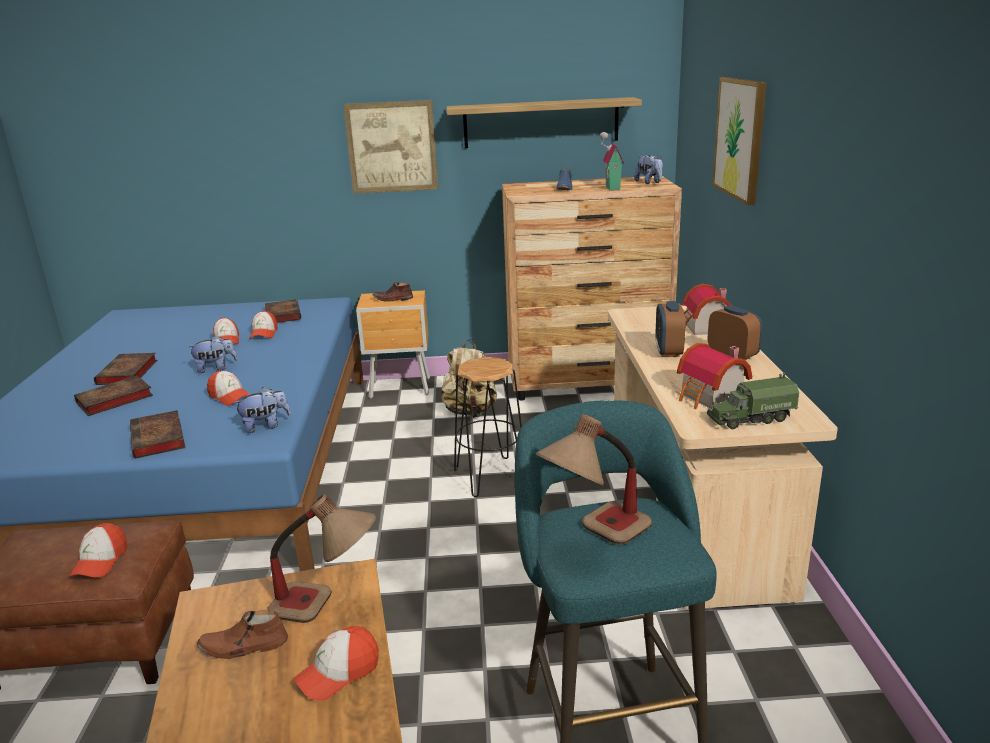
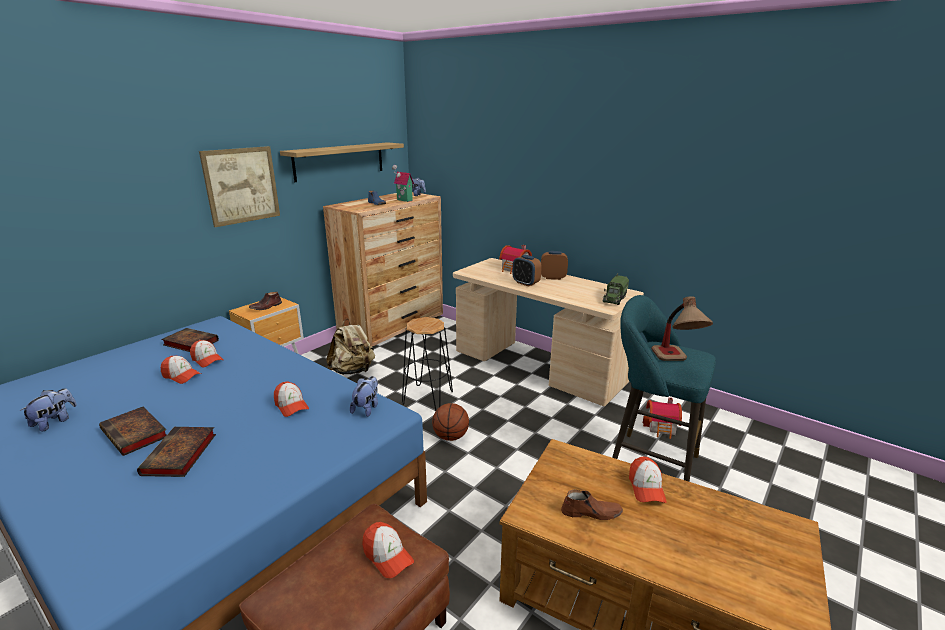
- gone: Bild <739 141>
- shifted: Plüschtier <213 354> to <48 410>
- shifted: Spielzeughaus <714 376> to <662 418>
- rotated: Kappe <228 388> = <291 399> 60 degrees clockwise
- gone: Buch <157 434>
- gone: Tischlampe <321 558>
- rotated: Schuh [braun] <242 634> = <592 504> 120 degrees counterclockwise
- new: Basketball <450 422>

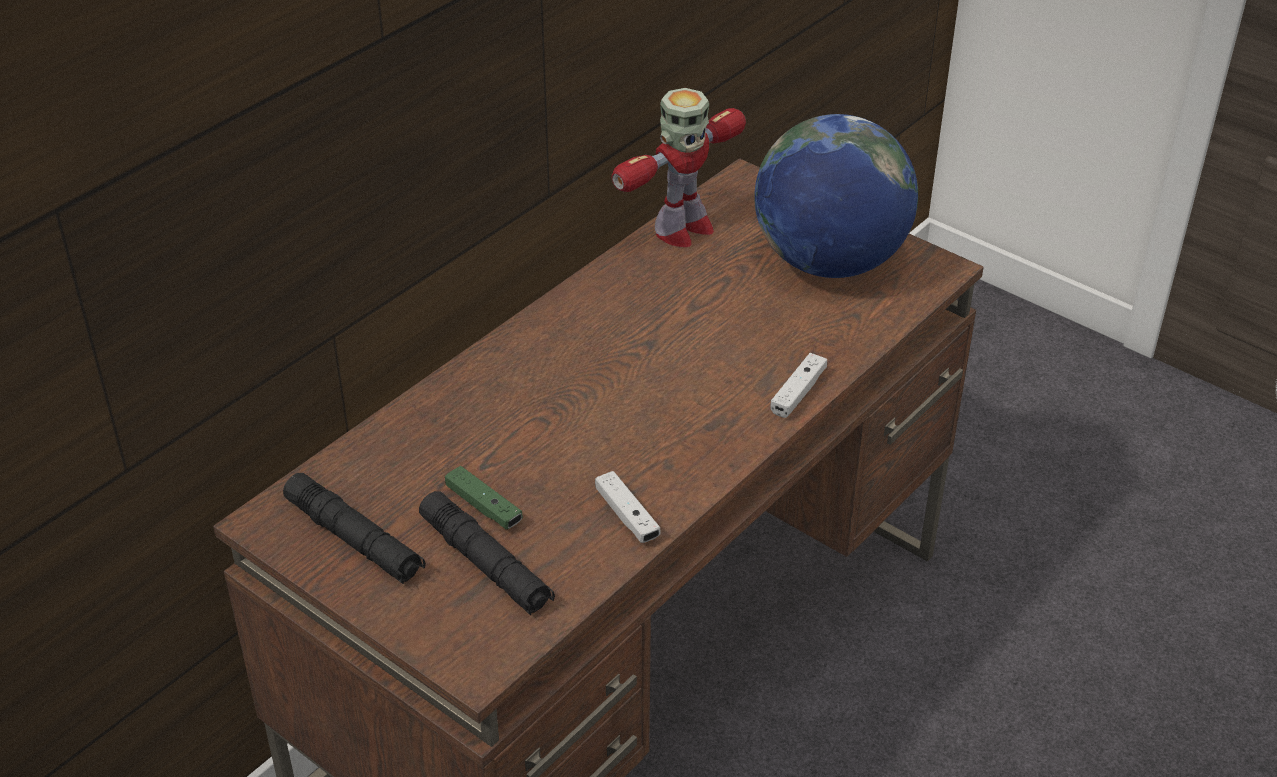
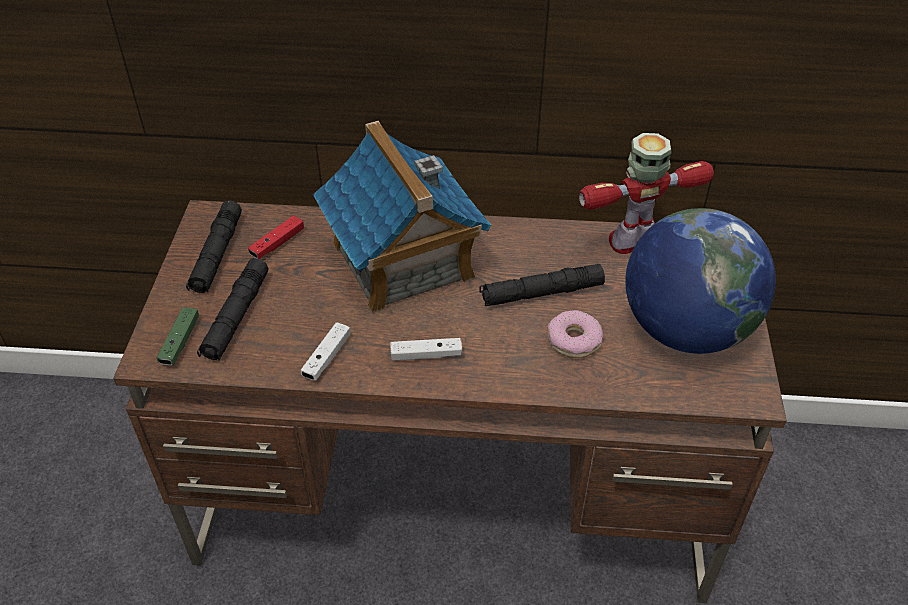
- rotated: Spielzeugroboter <679 167> = <646 193> 150 degrees clockwise
- shifted: Gamepad [weiß] <799 385> to <426 349>
- shifted: Gamepad [grün] <484 497> to <178 336>
- new: Spielzeughaus <402 217>
- new: Gamepad [rot] <276 237>
- new: Taschenlampe [schwarz] <542 285>
- new: Donut <575 334>

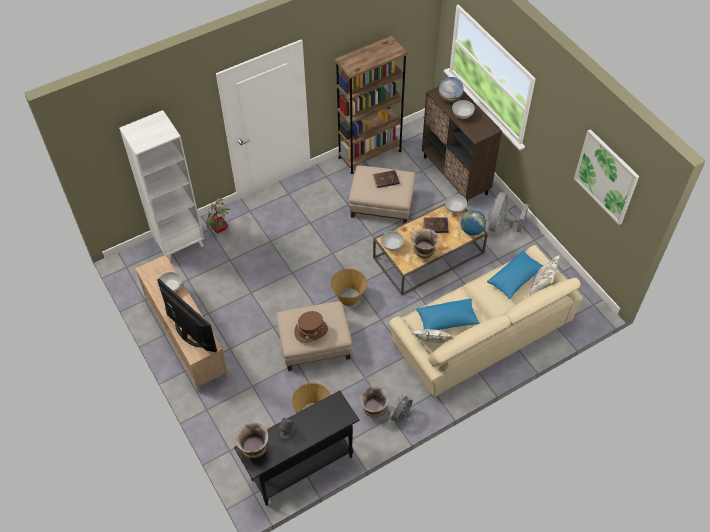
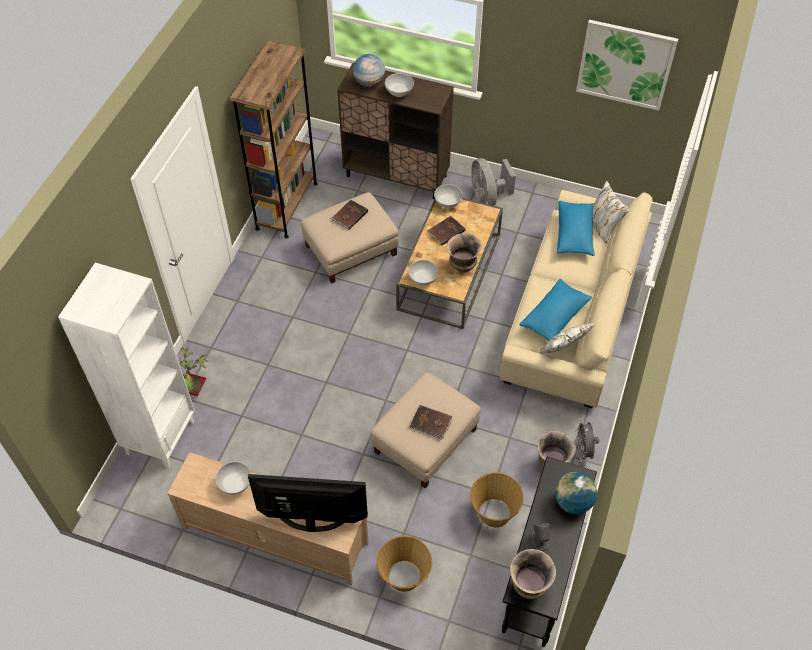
- shifted: Globus <473 223> to <576 493>
- shifted: Korb <349 287> to <404 564>
- swapped: Hut [braun] <311 327> to Buch [braun] <430 422>

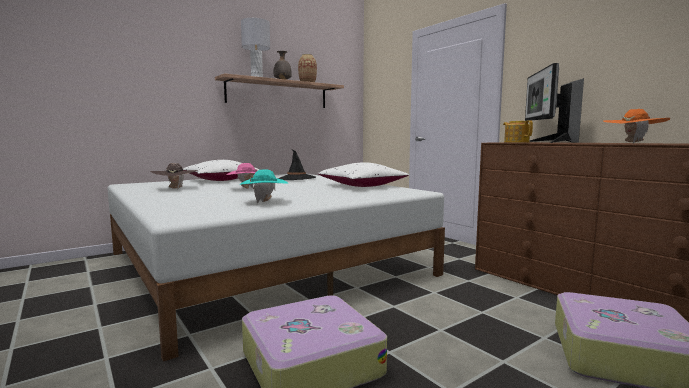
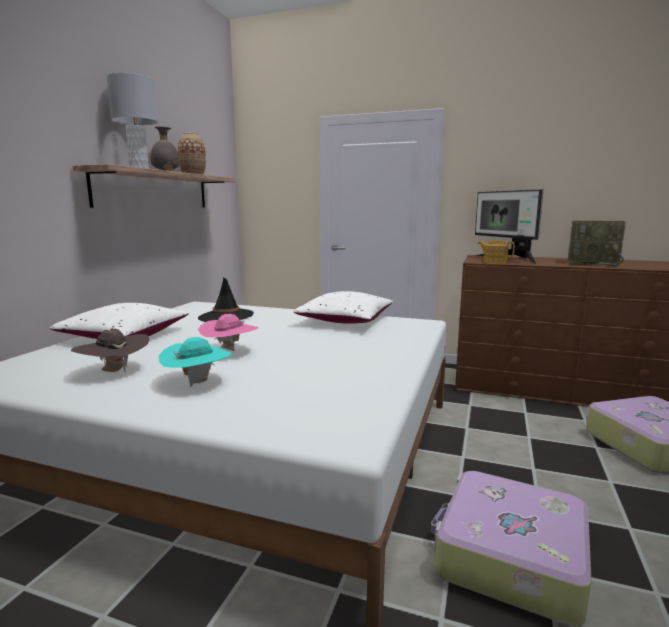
- swapped: Hut [orange] <637 126> to Radio <597 243>
- shifted: Hut [türkis] <264 186> to <195 362>

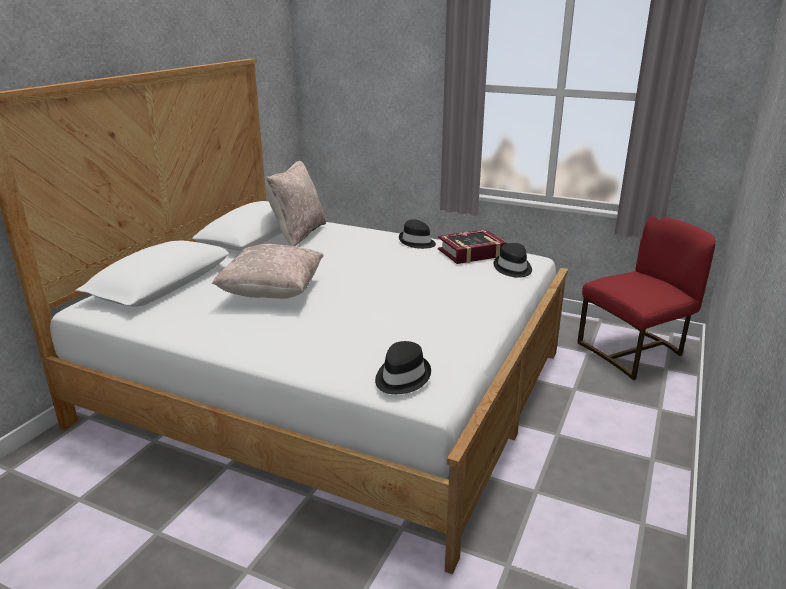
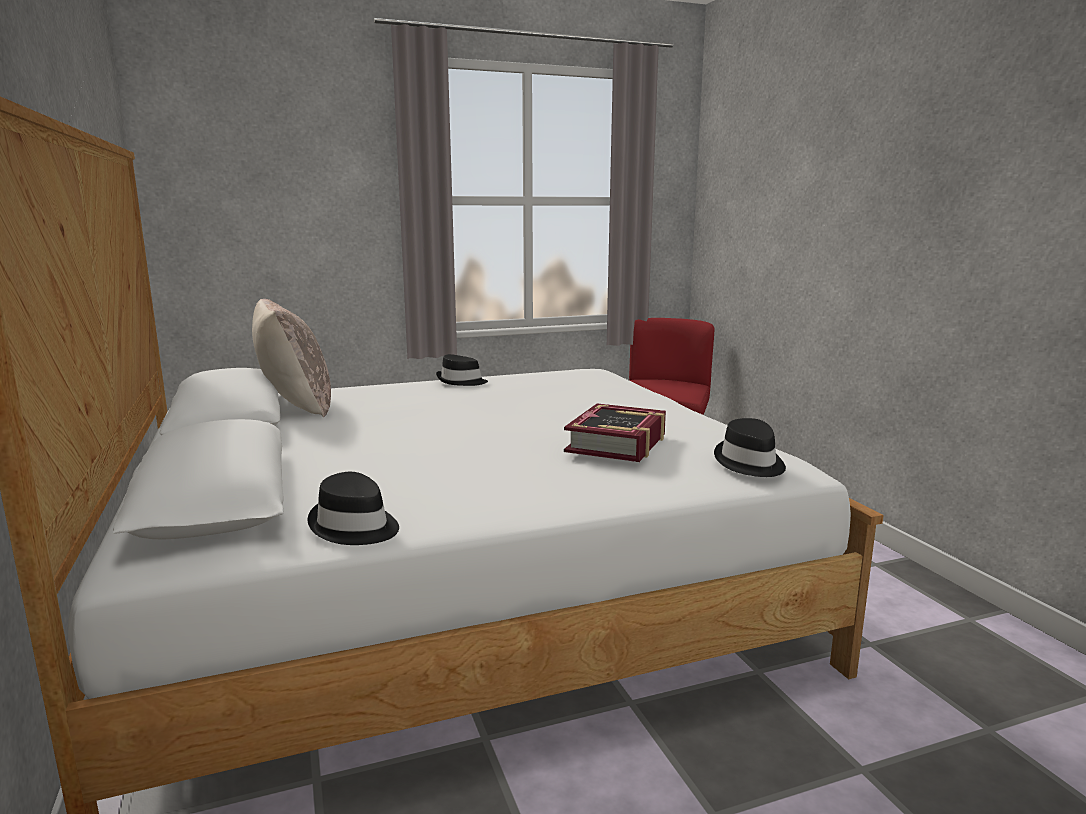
- shifted: Buch <472 246> to <615 432>
- shifted: Hut [schwarz] <513 260> to <353 508>
- gone: Kissen [beige] <268 271>

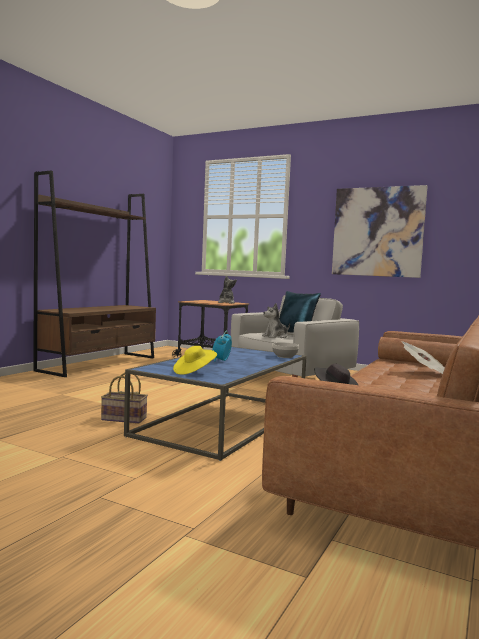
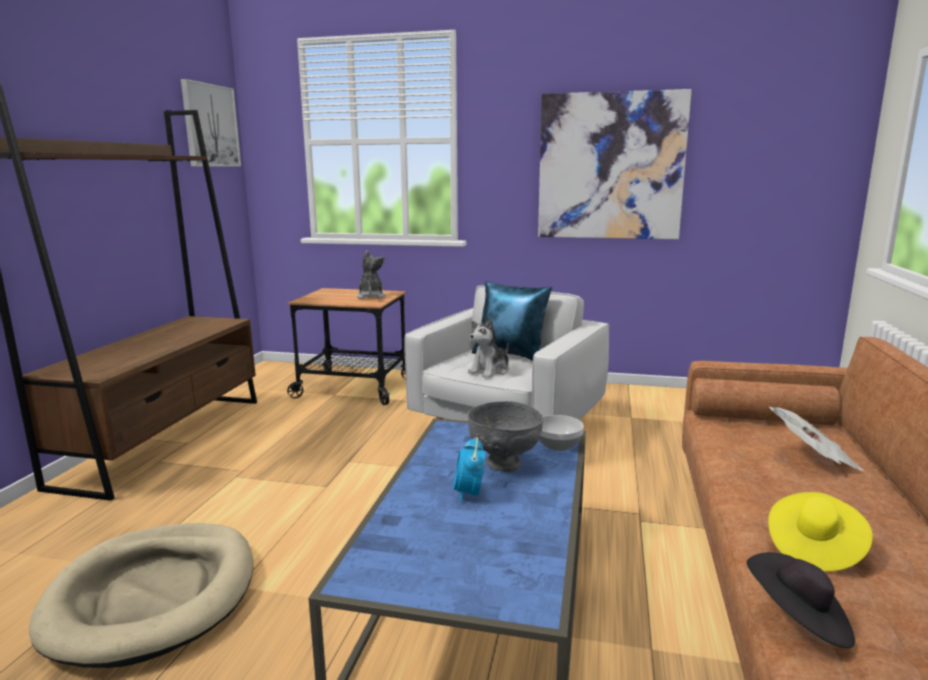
- shifted: Hut [gelb] <195 360> to <820 532>
- gone: Korb <124 398>
- new: Bild <211 122>
- new: Schüssel [grau] <505 436>
- new: Hundebett [beige] <141 595>

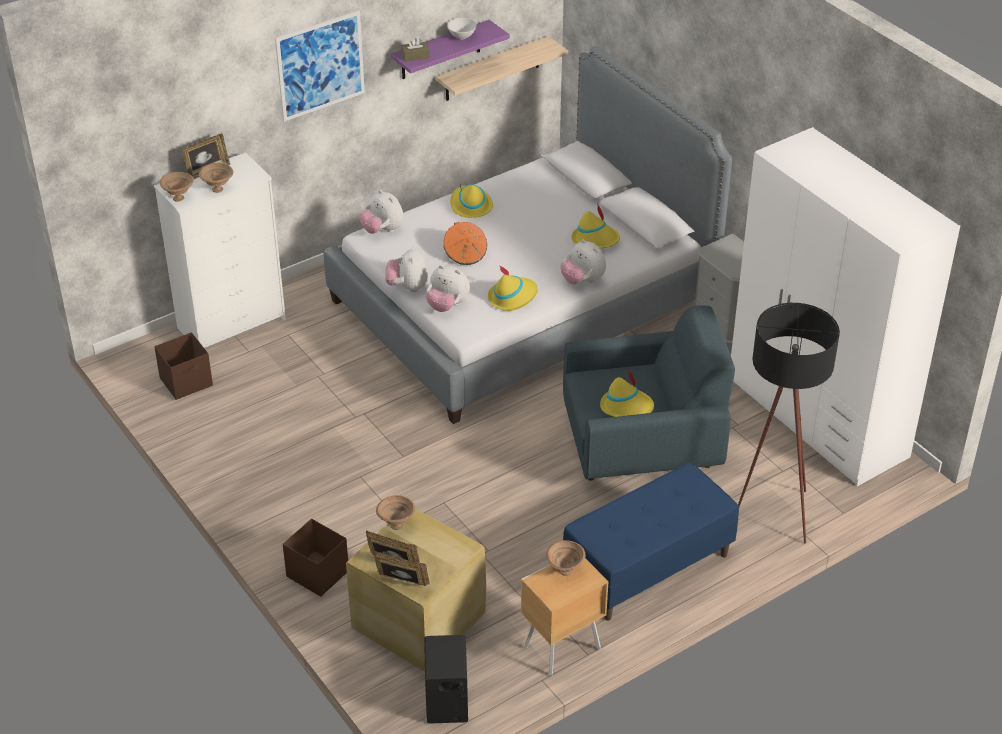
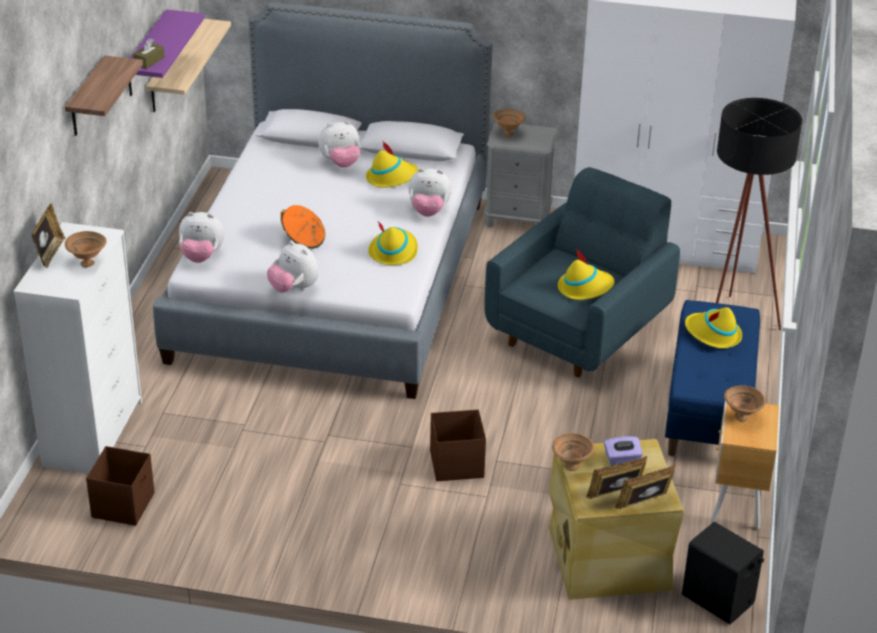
- swapped: Bild <320 66> to Wandregal <104 96>
- gone: Schüssel [weiß] <462 28>
- shifted: Schüssel [braun] <177 187> to <509 123>
- shifted: Hut [gelb] <471 201> to <713 327>
- shifted: Plüschtier <448 288> to <339 144>
- shifted: Aufbewahrungsbox [braun] <315 558> to <458 445>
- new: Taschentuchbox [lila] <623 451>

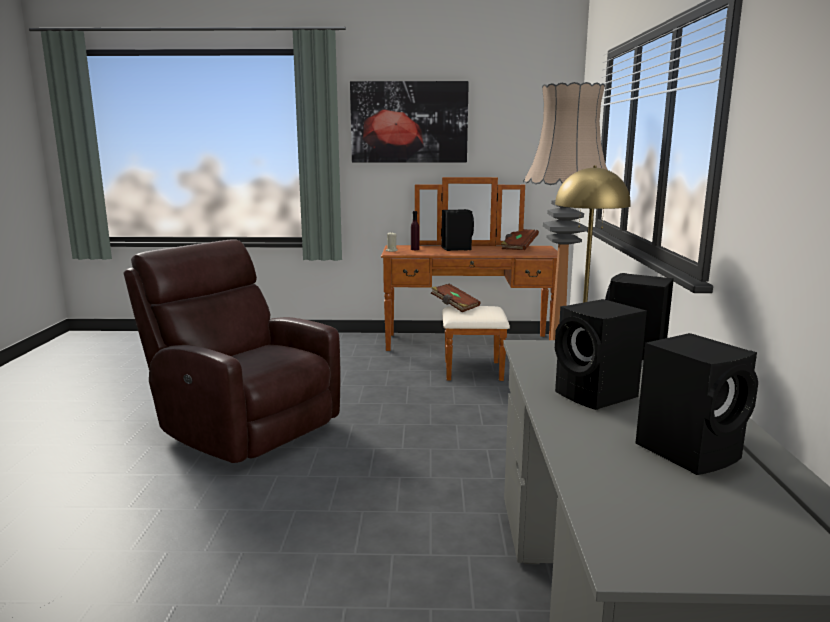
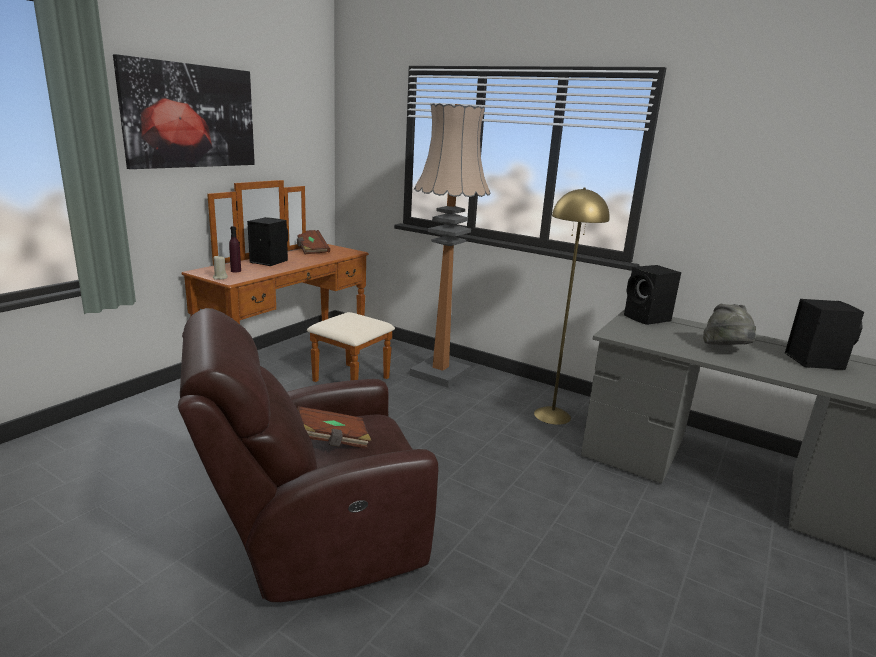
- shifted: Buch [braun] <456 298> to <334 427>
- swapped: Lautsprecher [schwarz] <601 354> to Hut [grau] <729 324>

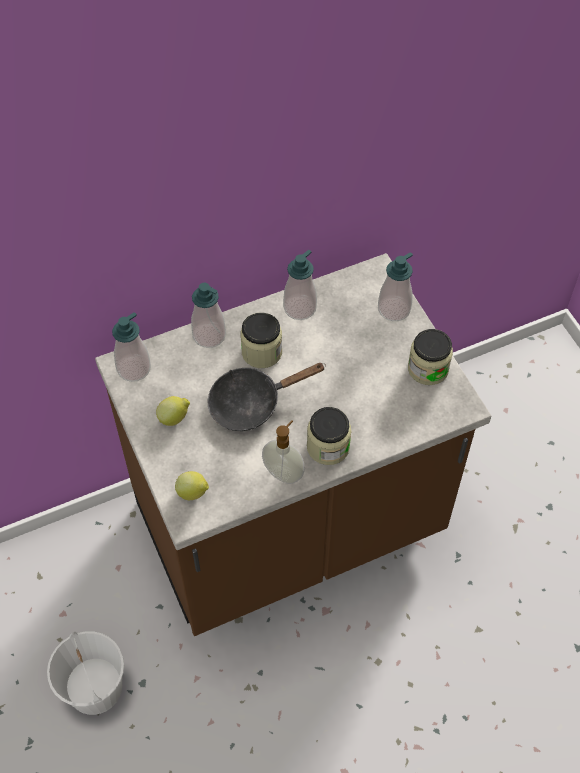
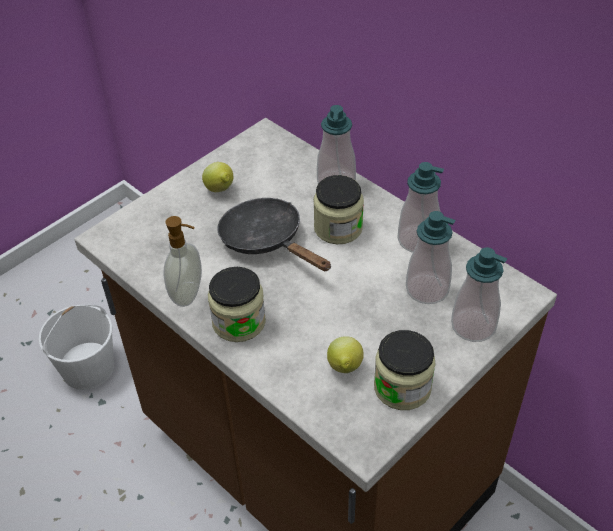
- shifted: Seifenspender <131 347> to <430 257>
- shifted: Zitrone <192 485> to <345 354>

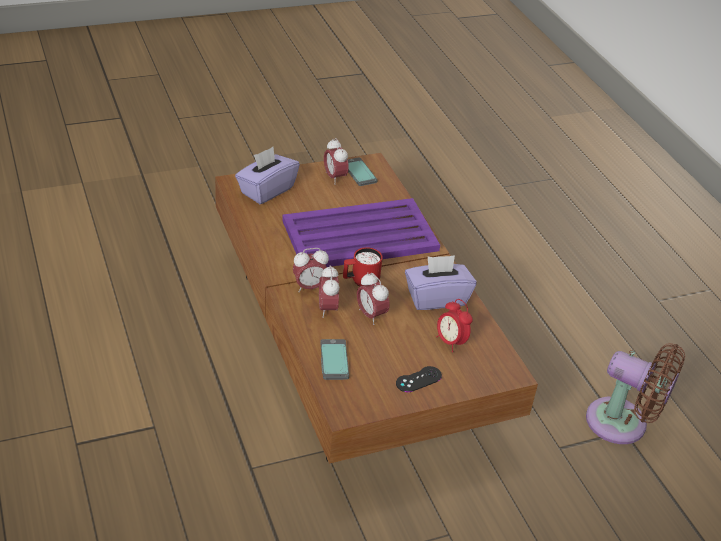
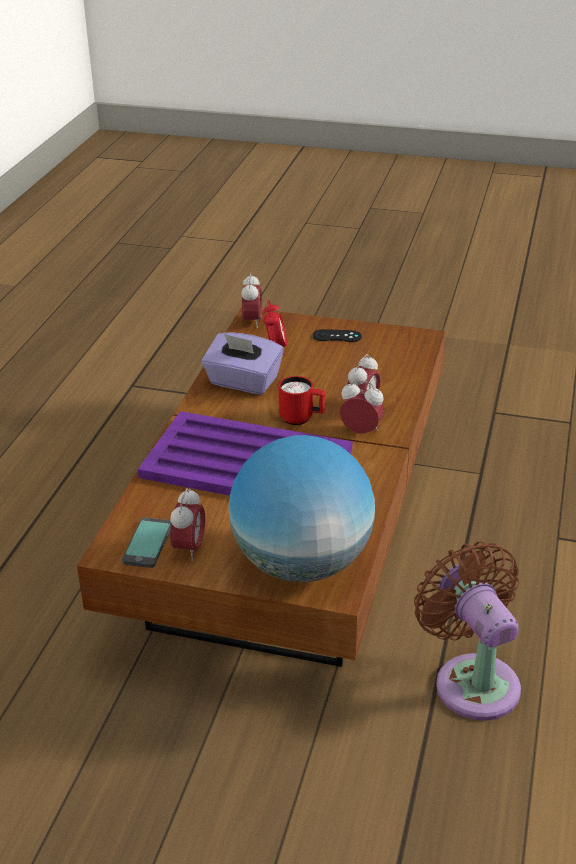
- swapped: Taschentuchbox [lila] <267 175> to Globus <301 508>
- shifted: Wecker <373 298> to <251 300>
- gone: Handy <334 359>
- shifted: Ventilator [braun] <635 393> to <467 631>

